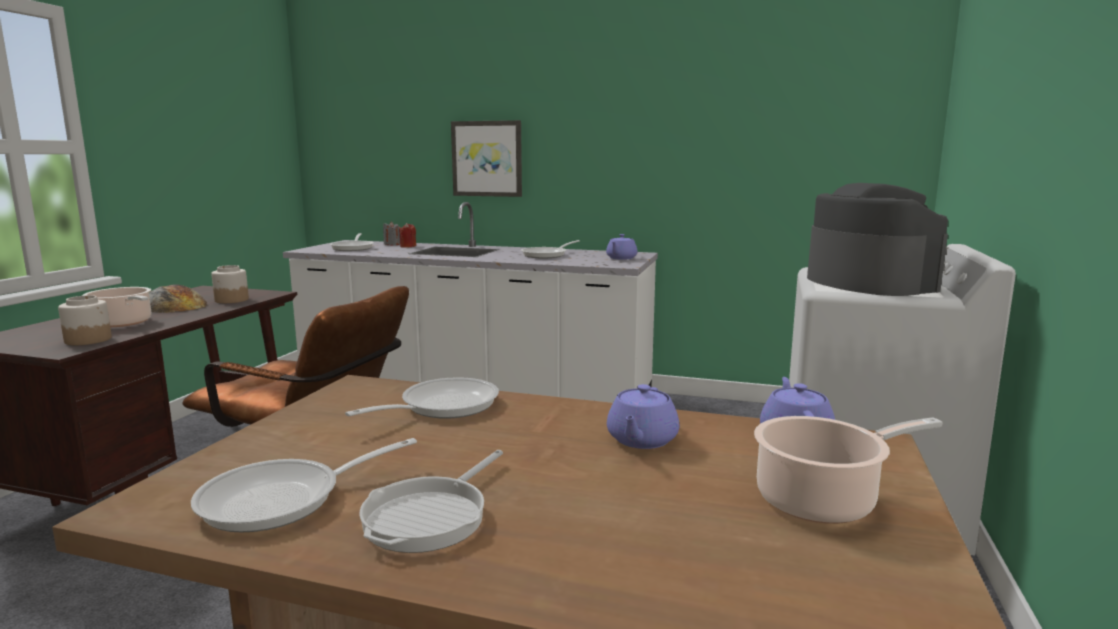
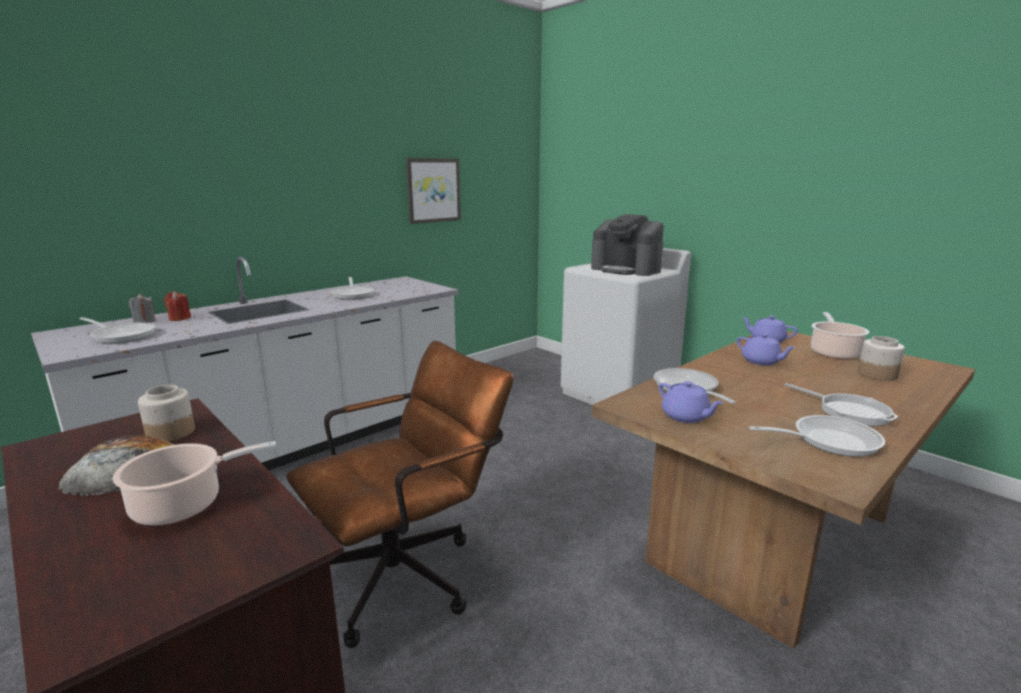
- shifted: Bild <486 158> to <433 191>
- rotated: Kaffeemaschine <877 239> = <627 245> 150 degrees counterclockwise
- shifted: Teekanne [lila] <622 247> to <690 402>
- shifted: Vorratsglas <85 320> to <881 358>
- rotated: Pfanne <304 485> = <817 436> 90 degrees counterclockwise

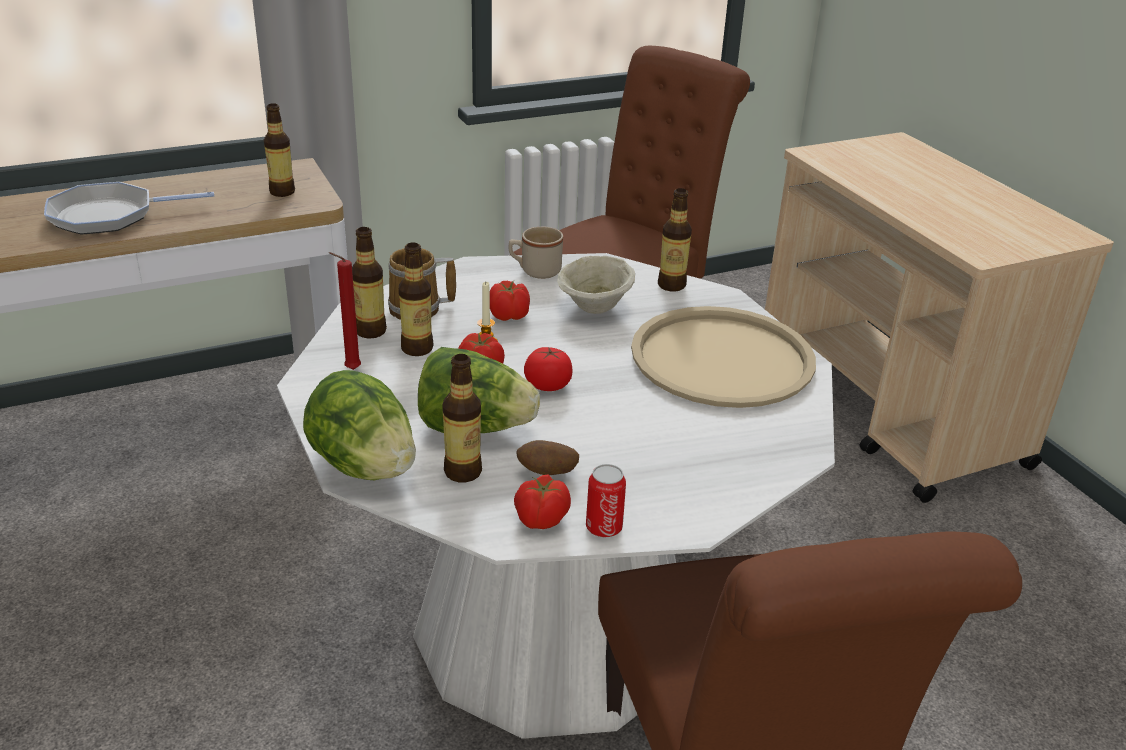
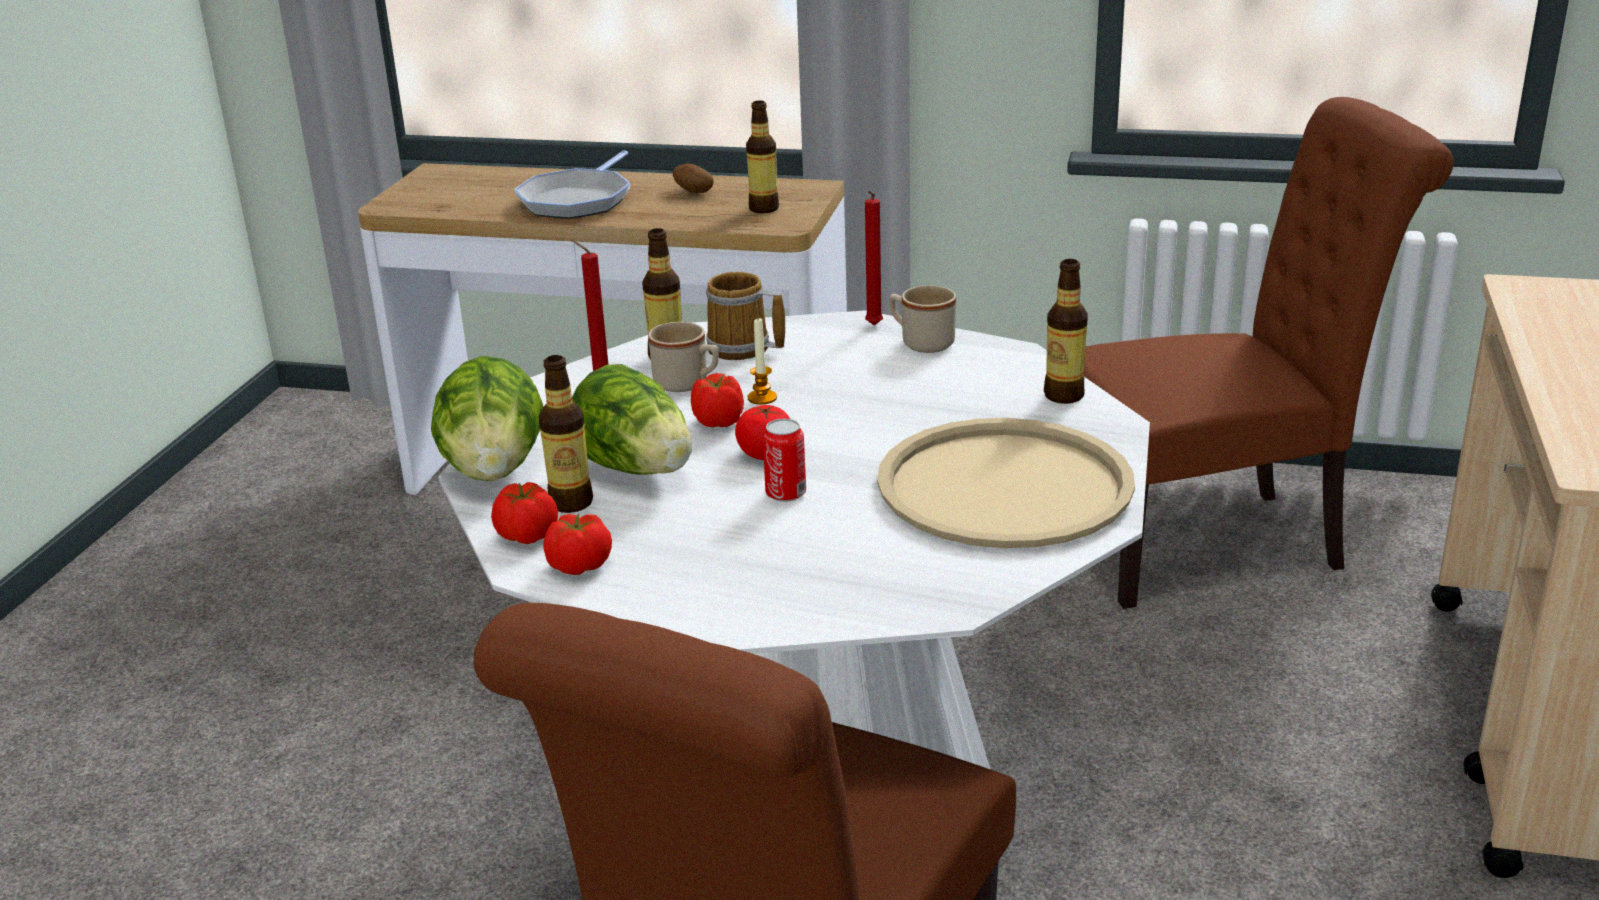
- rotated: Pfanne <129 208> = <572 184> 90 degrees counterclockwise
- swapped: Flasche <415 299> to Henkelbecher [beige] <683 357>
- gone: Schüssel [beige] <596 285>
- shifted: Tomate <510 300> to <524 513>
- shifted: Kartoffel <548 457> to <693 178>
- shifted: Dose <606 500> to <784 460>
- new: Kerze [rot] <874 258>

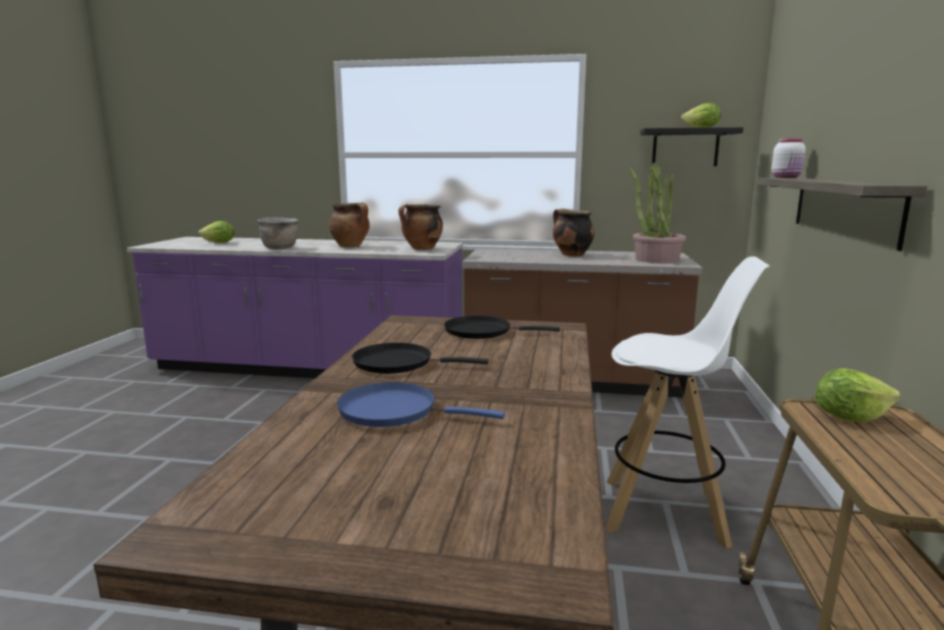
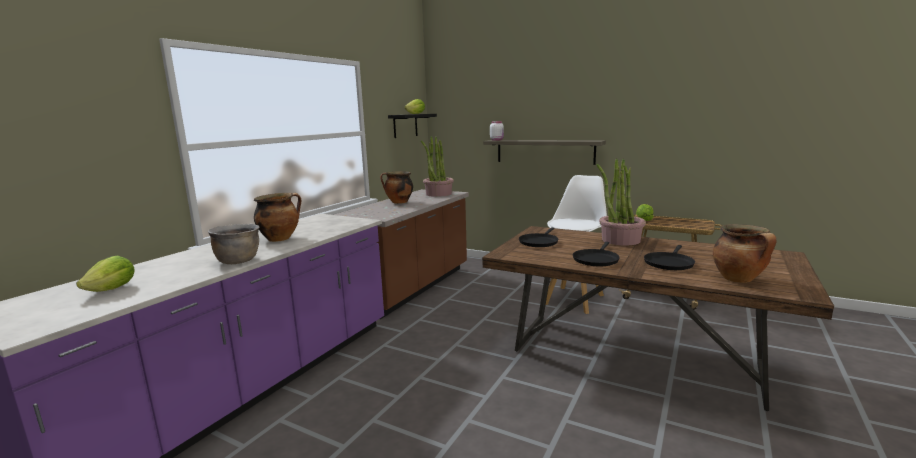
- shifted: Kochtopf <420 227> to <744 253>
- repainted: Pfanne [blau] <421 404> to Pfanne [schwarz] <669 257>
- new: Topfpflanze <621 201>

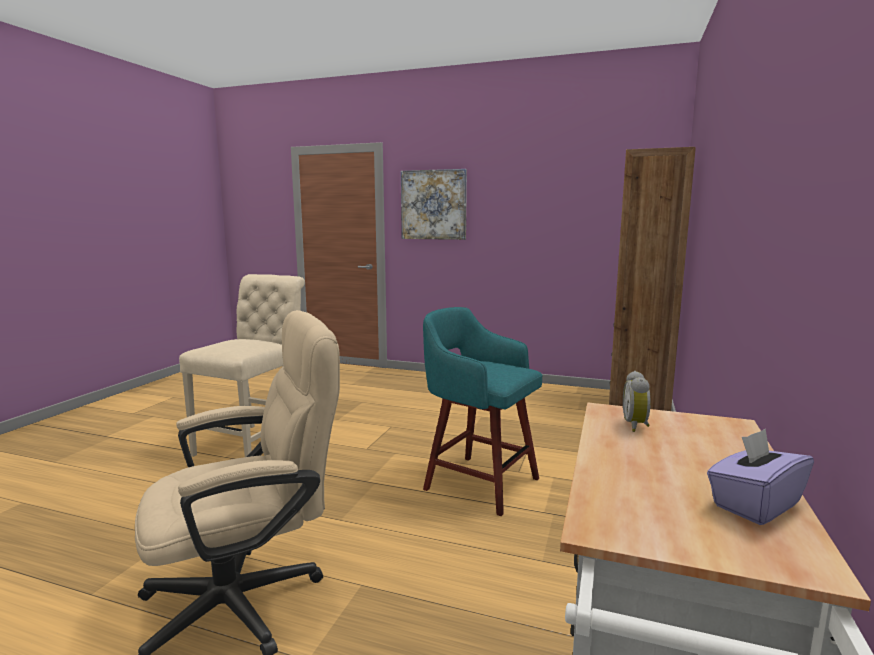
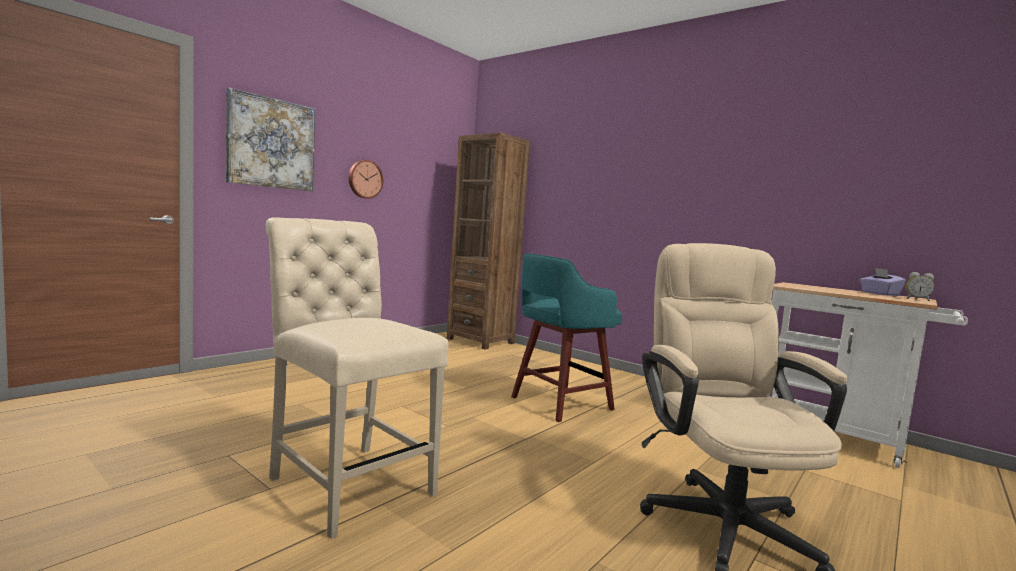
- shifted: Wecker <637 401> to <920 286>
- new: Wanduhr <366 179>

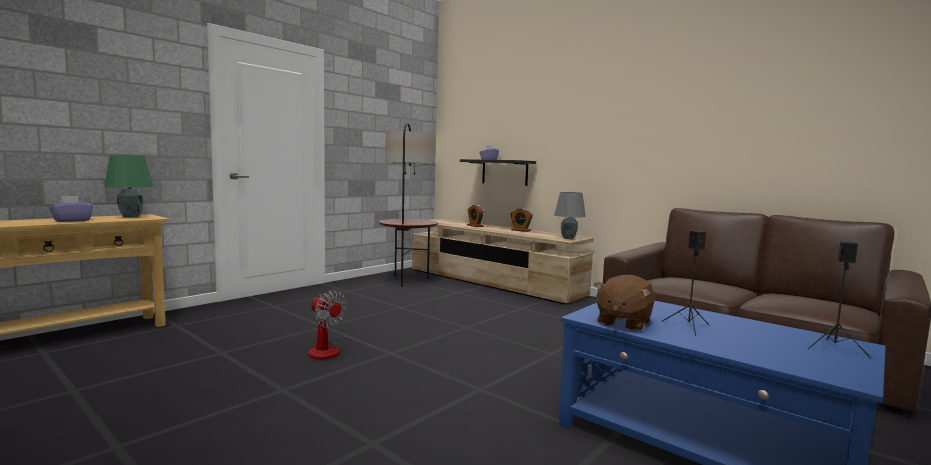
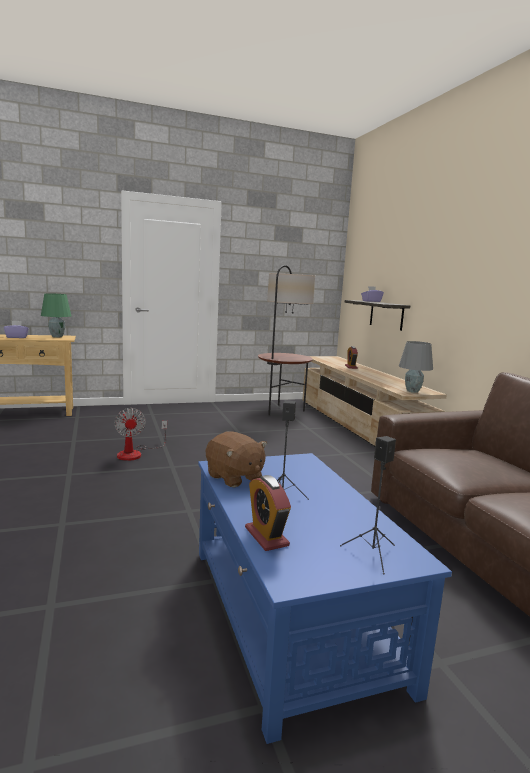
- shifted: Wecker <522 220> to <268 513>
- rotated: Plüschtier [braun] <624 303> = <236 459> 105 degrees counterclockwise

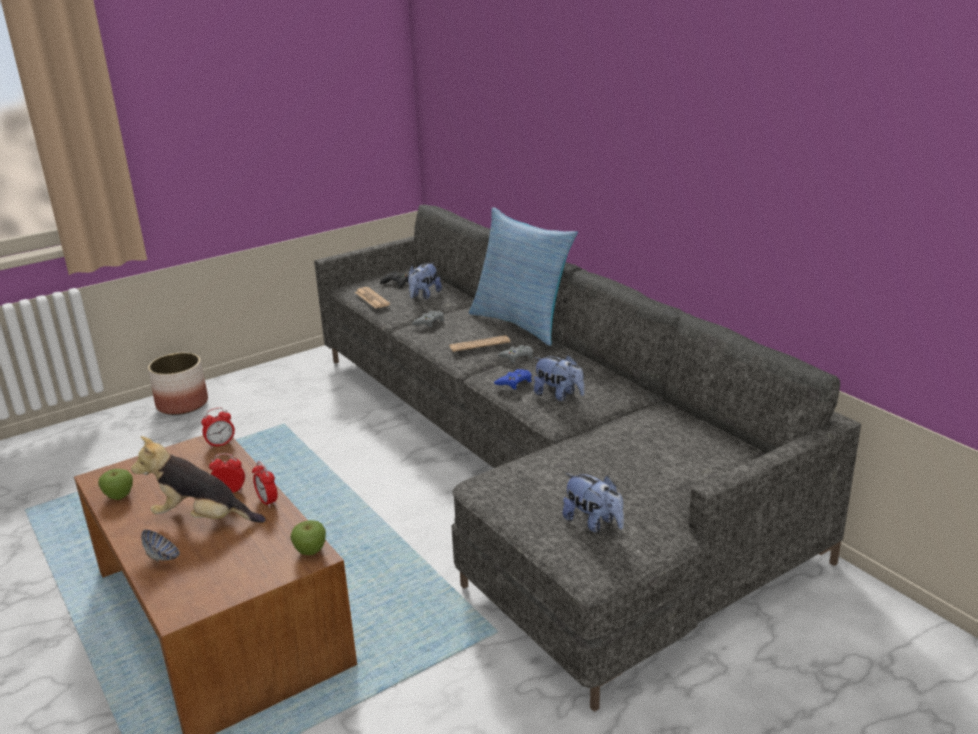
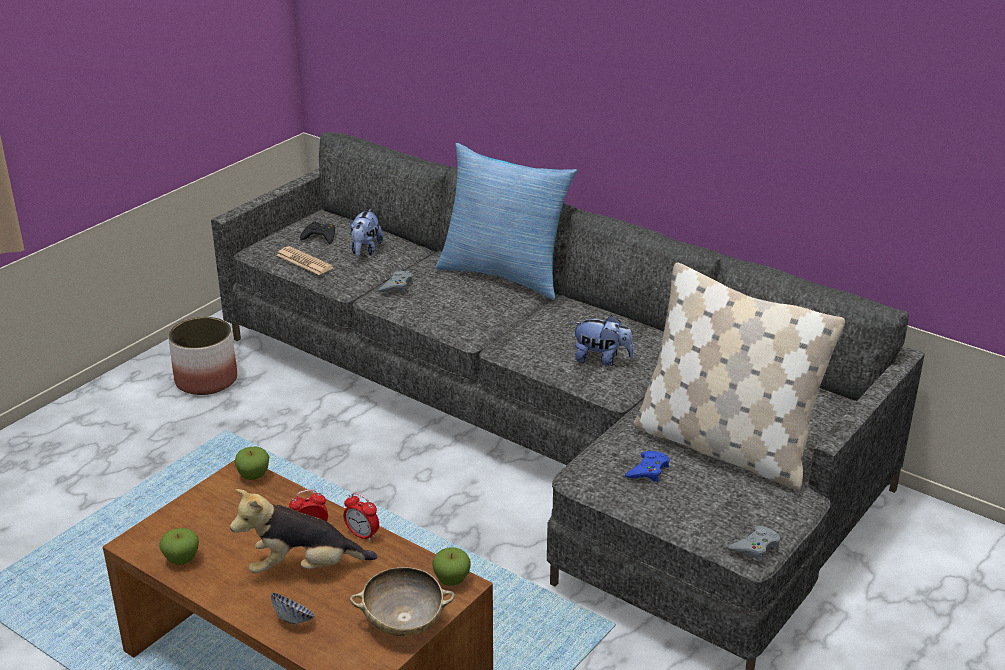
- gone: Zeitung <480 343>
- shifted: Gamepad [grau] <515 354> to <754 543>
- shifted: Pflanzkübel <178 384> to <202 356>
- shifted: Gamepad [blau] <513 379> to <647 466>
- swapped: Wecker <218 428> to Apfel <251 463>
- gone: Plüschtier <593 503>
- new: Kissen [beige] <739 376>
- new: Schüssel [beige] <402 601>

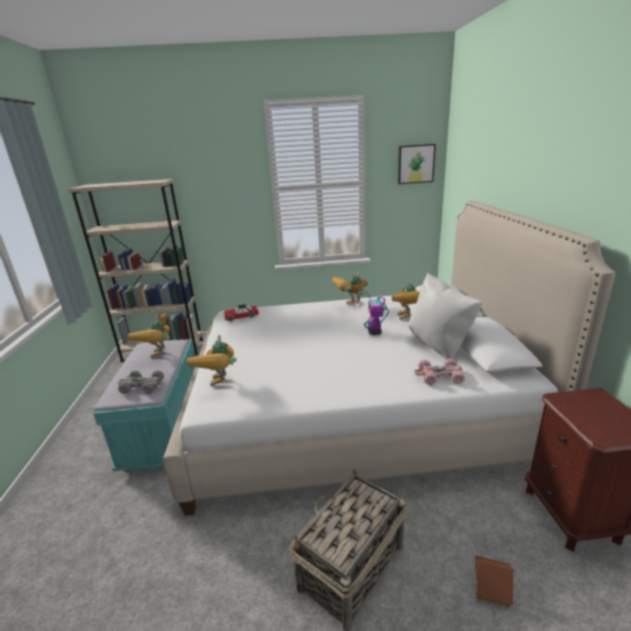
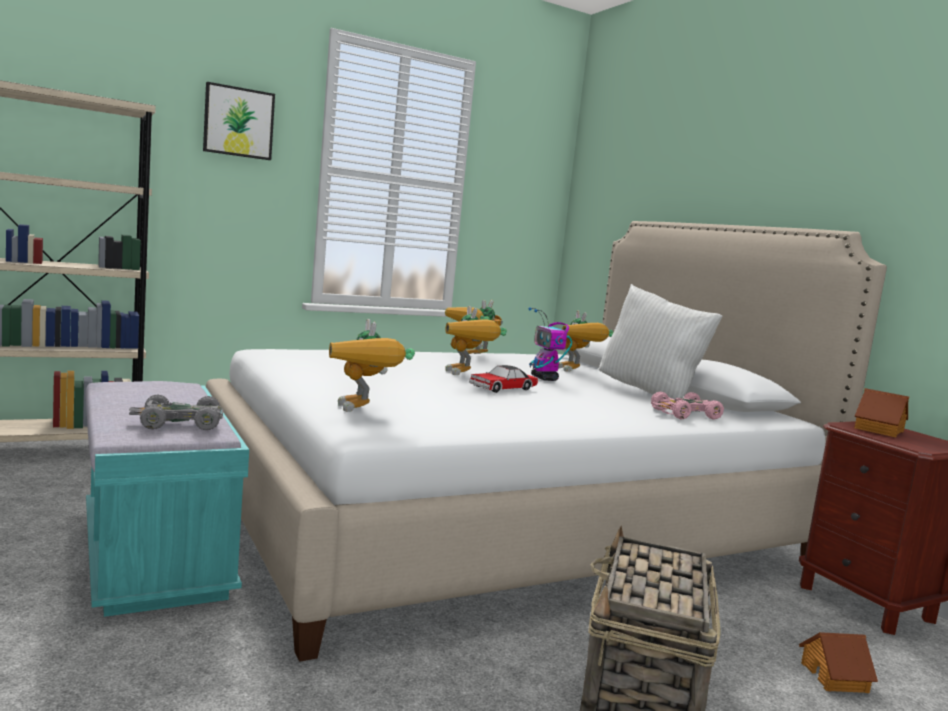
- shifted: Bild <417 164> to <239 121>
- shifted: Spielzeugauto <241 312> to <503 379>
- shifted: Spielzeugroboter <149 336> to <476 340>
- new: Spielzeughaus <881 412>

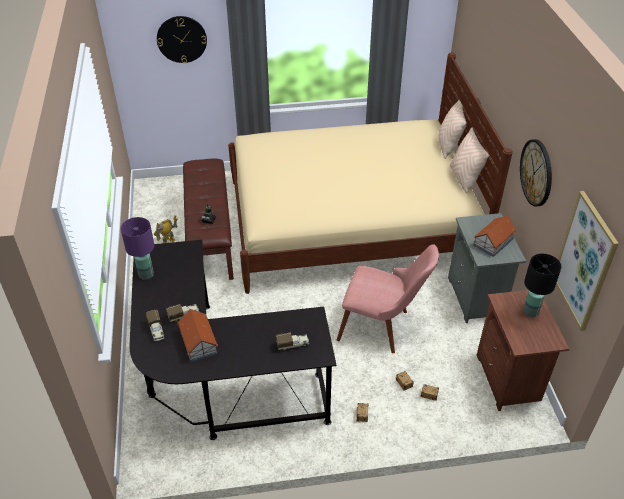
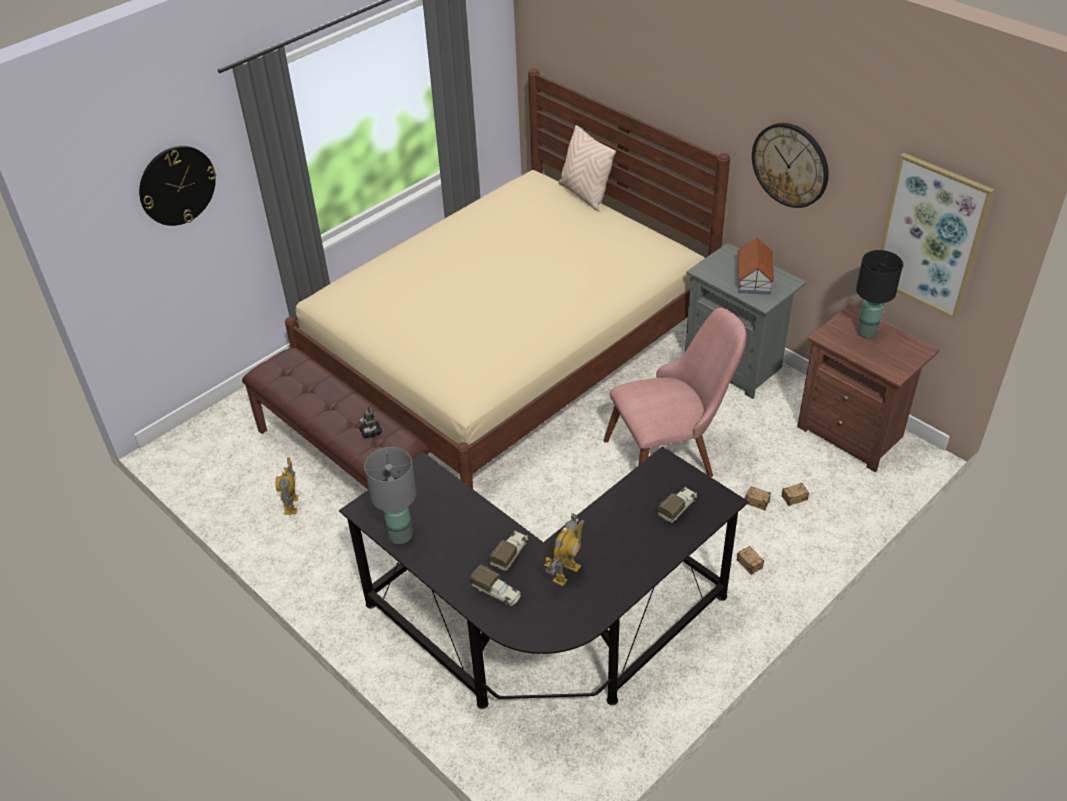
- gone: Kissen [beige] <469 160>
- repainted: Tischlampe [lila] <138 248> to Tischlampe [grau] <390 495>
- swapped: Spielzeughaus <197 335> to Spielzeugroboter <564 549>

